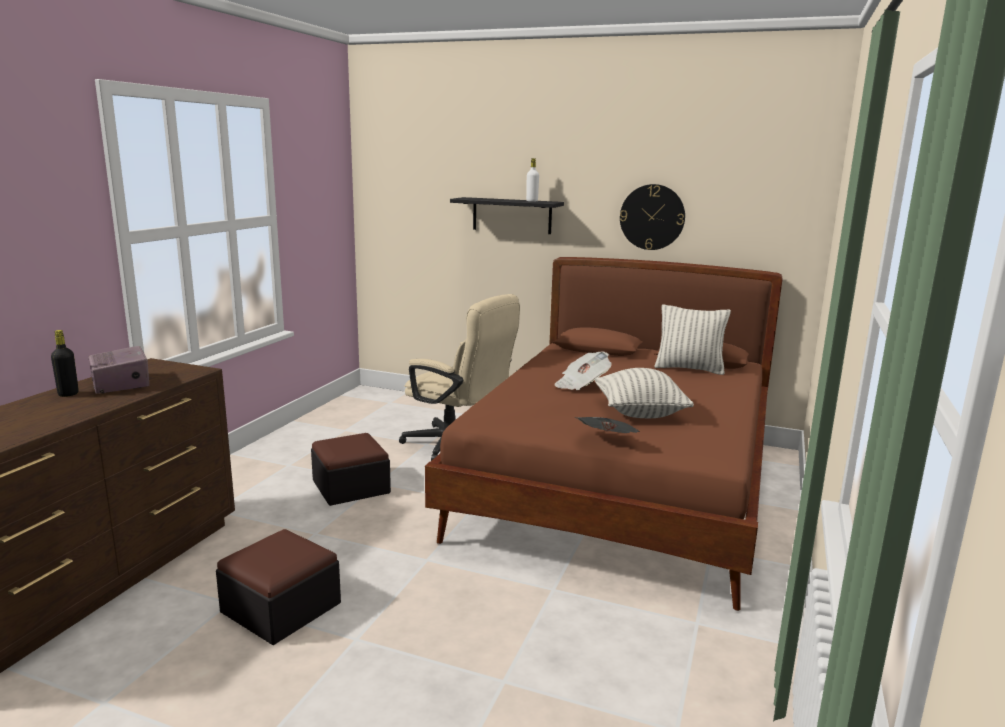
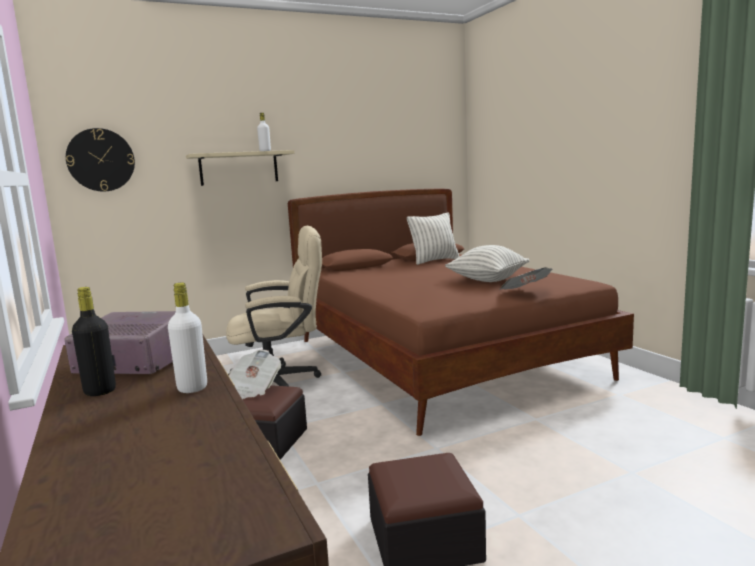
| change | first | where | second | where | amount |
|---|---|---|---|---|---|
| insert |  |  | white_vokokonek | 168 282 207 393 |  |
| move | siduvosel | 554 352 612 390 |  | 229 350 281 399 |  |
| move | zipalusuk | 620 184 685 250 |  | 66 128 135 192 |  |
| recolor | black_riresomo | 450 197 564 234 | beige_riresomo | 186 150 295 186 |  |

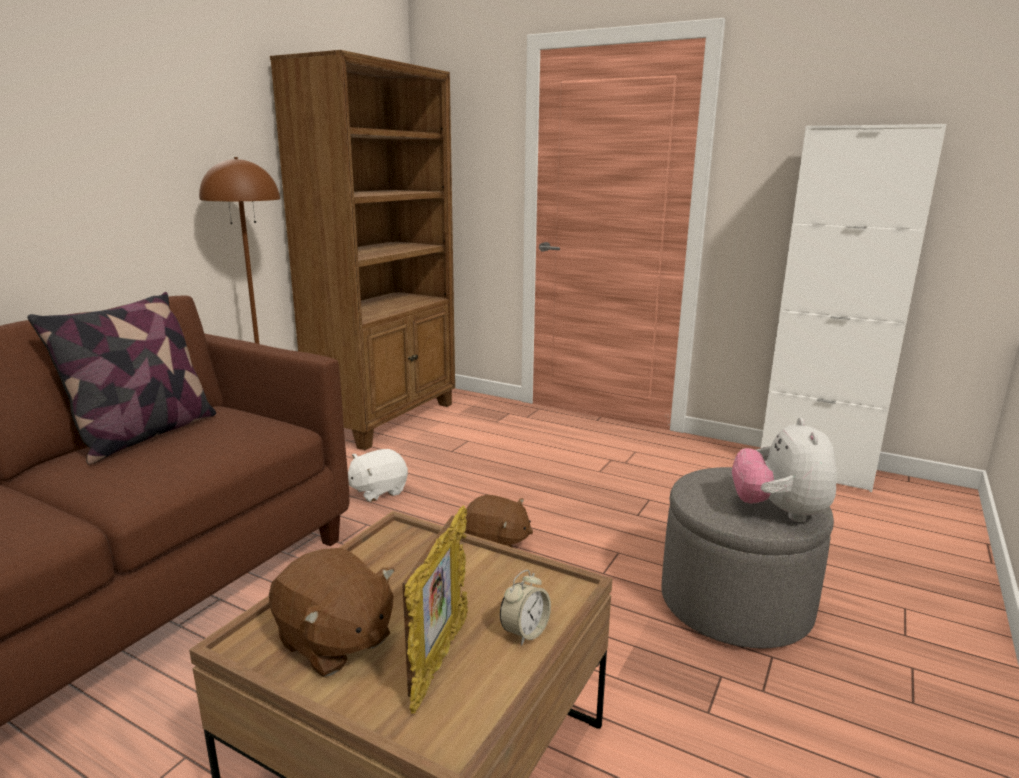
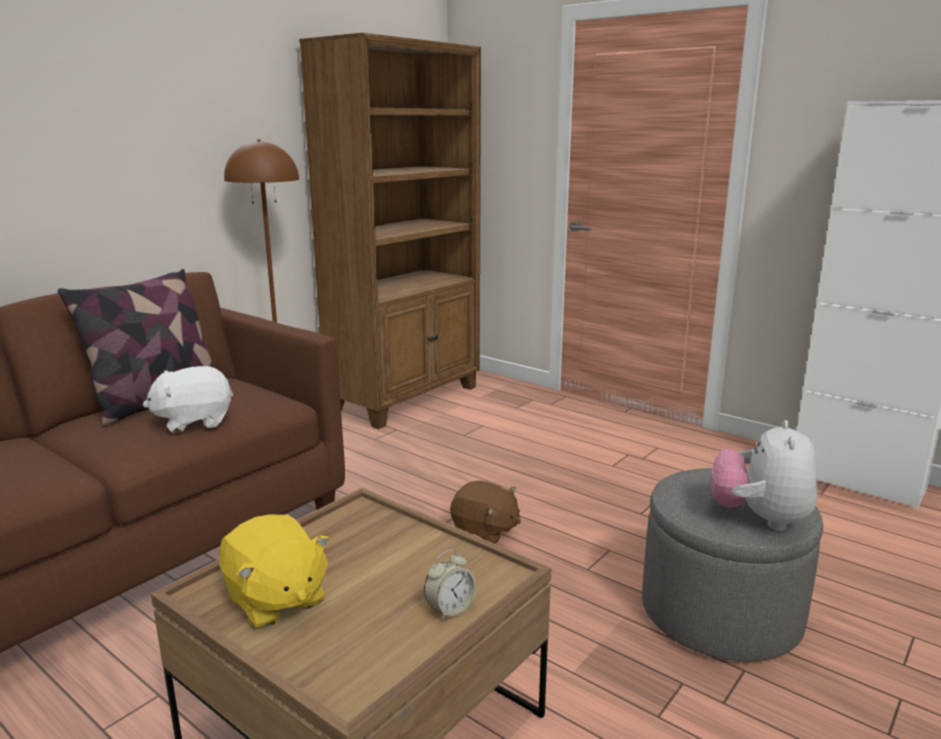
| change | first | where | second | where | amount |
|---|---|---|---|---|---|
| delete | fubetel | 402 505 468 713 |  |  |  |
| move | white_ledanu | 348 449 408 502 |  | 143 366 233 433 |  |
| recolor | brown_ledanu | 269 548 395 677 | yellow_ledanu | 219 514 330 629 |  |

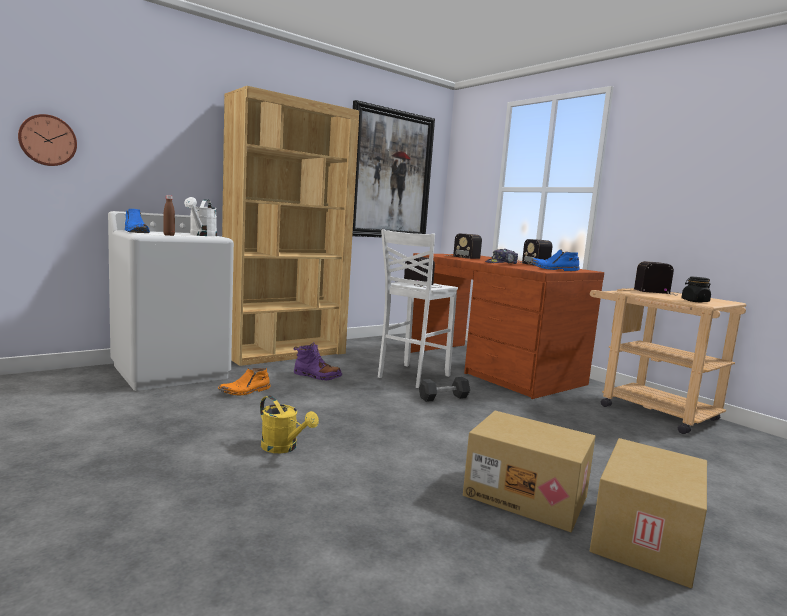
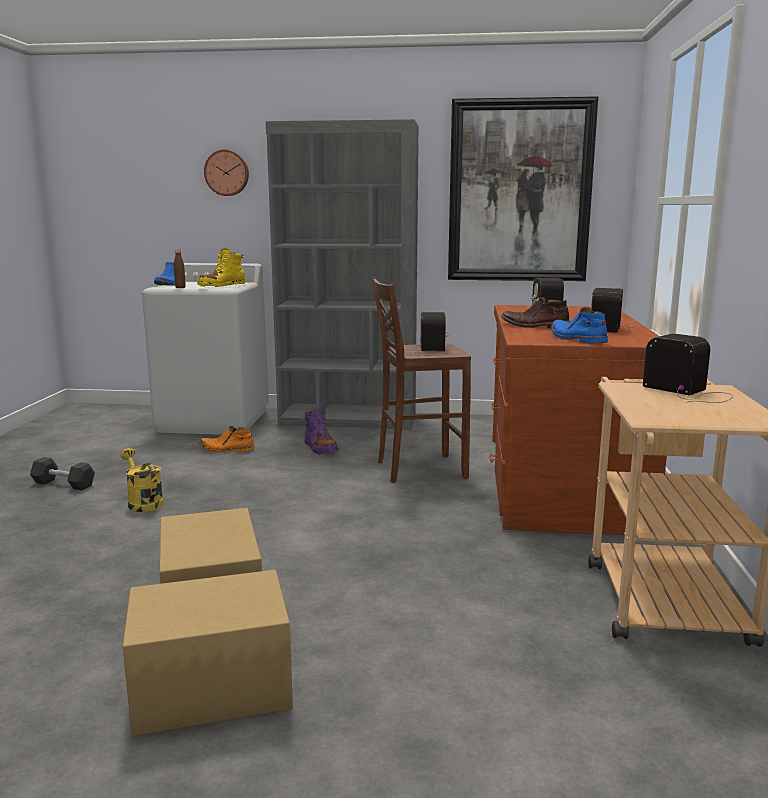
| change | first | where | second | where | amount |
|---|---|---|---|---|---|
| delete | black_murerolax | 681 277 711 303 |  |  |  |
| move | zipalusuk | 18 114 77 166 |  | 204 149 249 196 |  |
| move | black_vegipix | 419 377 470 402 |  | 30 457 95 490 |  |
| replace | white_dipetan | 184 197 217 236 | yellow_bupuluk | 197 248 245 287 |  |
| replace | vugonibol | 485 249 518 264 | brown_bupuluk | 501 297 570 328 |  |
| recolor | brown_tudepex | 222 86 359 366 | grey_tudepex | 266 119 419 430 |  |
| recolor | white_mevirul | 378 229 458 388 | brown_mevirul | 372 277 471 483 |  |
| rotate | yellow_dipetan | 260 396 319 453 |  | 121 448 164 512 | 150 degrees clockwise |

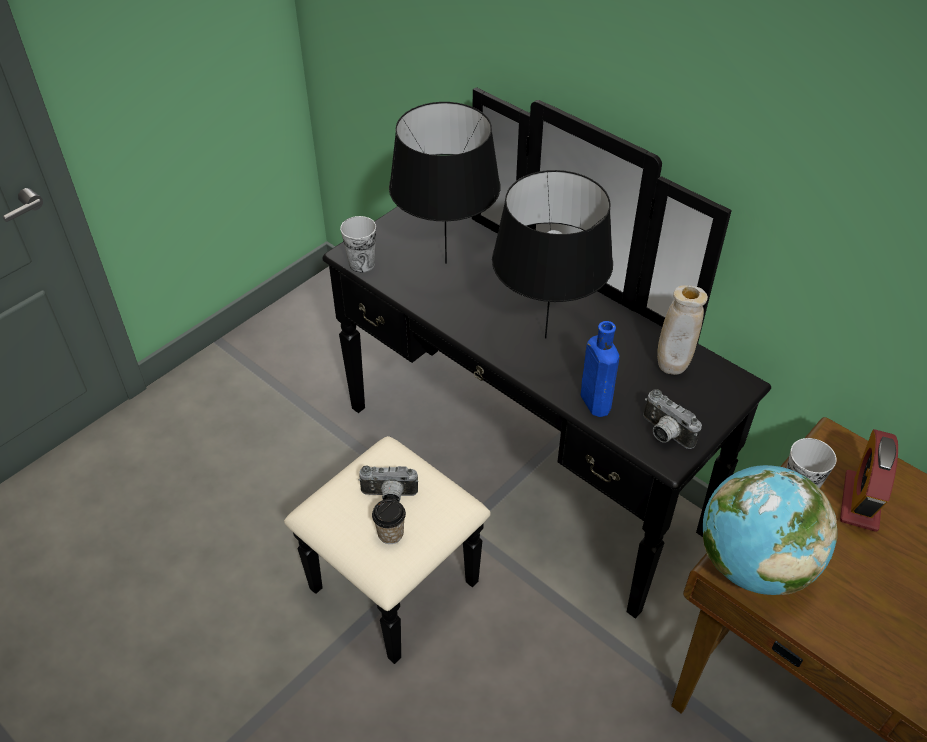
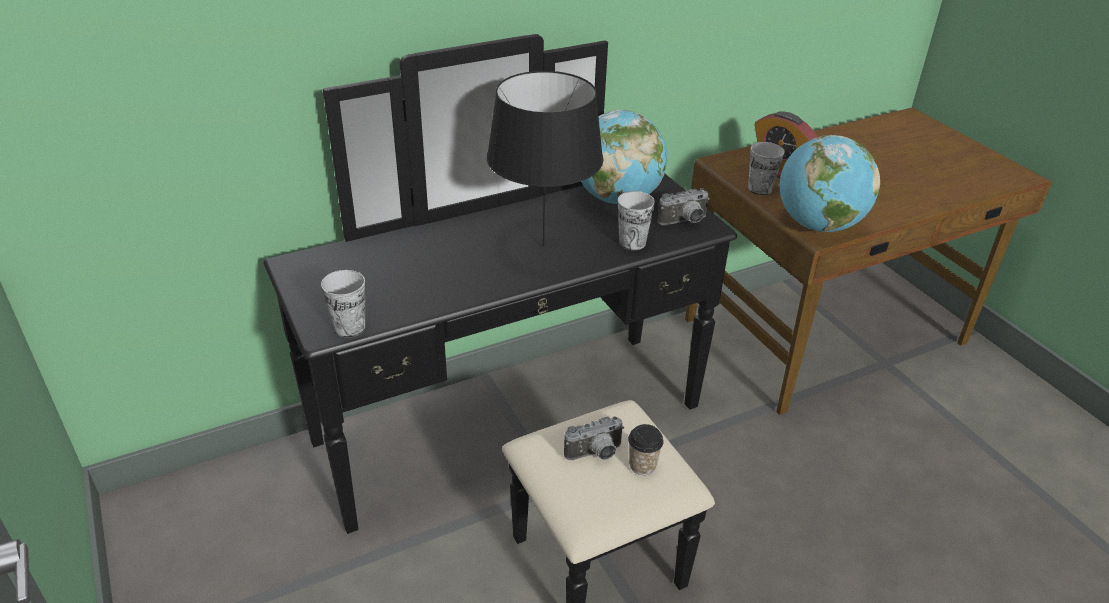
| change | first | where | second | where | amount |
|---|---|---|---|---|---|
| delete | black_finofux | 389 102 500 264 |  |  |  |
| replace | blue_vokokonek | 581 321 620 417 | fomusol | 618 191 655 250 |  |
| replace | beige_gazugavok | 657 285 708 375 | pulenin | 581 110 667 204 |  |
| rotate | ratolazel | 358 465 418 502 |  | 564 416 624 460 | 45 degrees clockwise |

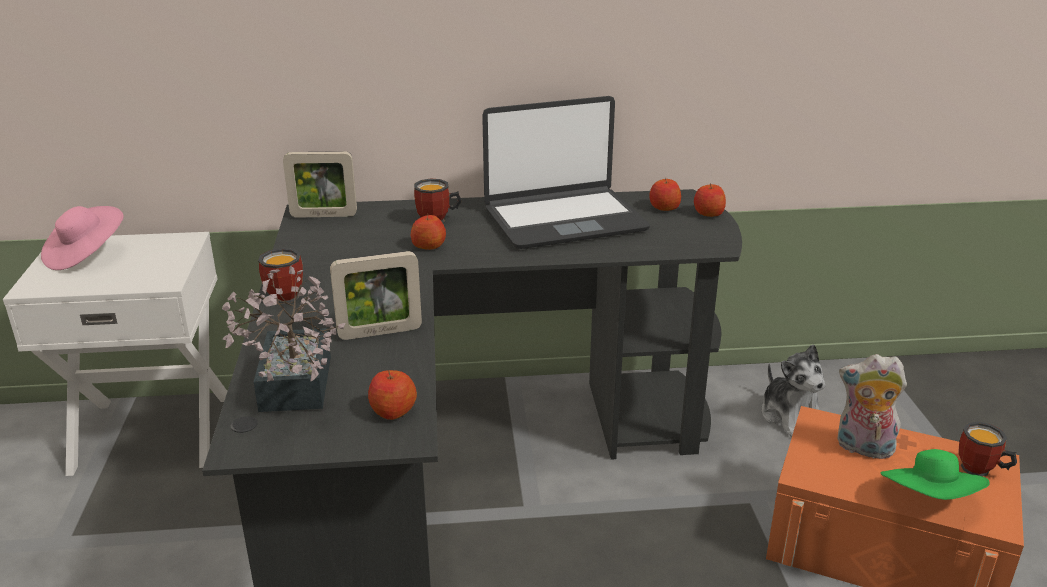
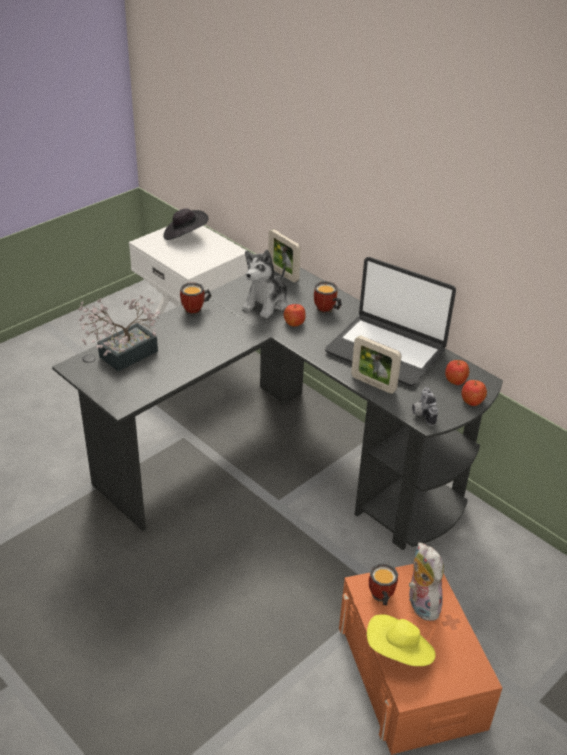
| change | first | where | second | where | amount |
|---|---|---|---|---|---|
| delete | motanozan | 368 370 417 420 |  |  |  |
| insert |  |  | ratolazel | 412 387 438 426 |  |
| move | fubetel | 330 251 422 340 |  | 351 335 402 394 |  |
| move | ledanu | 761 344 825 437 |  | 242 250 288 319 |  |
| move | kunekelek | 958 422 1017 477 |  | 369 563 398 605 |  |
| recolor | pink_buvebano | 41 206 124 270 | black_buvebano | 163 208 208 240 |  |
| recolor | green_buvebano | 880 449 990 500 | yellow_buvebano | 367 614 436 666 |  |

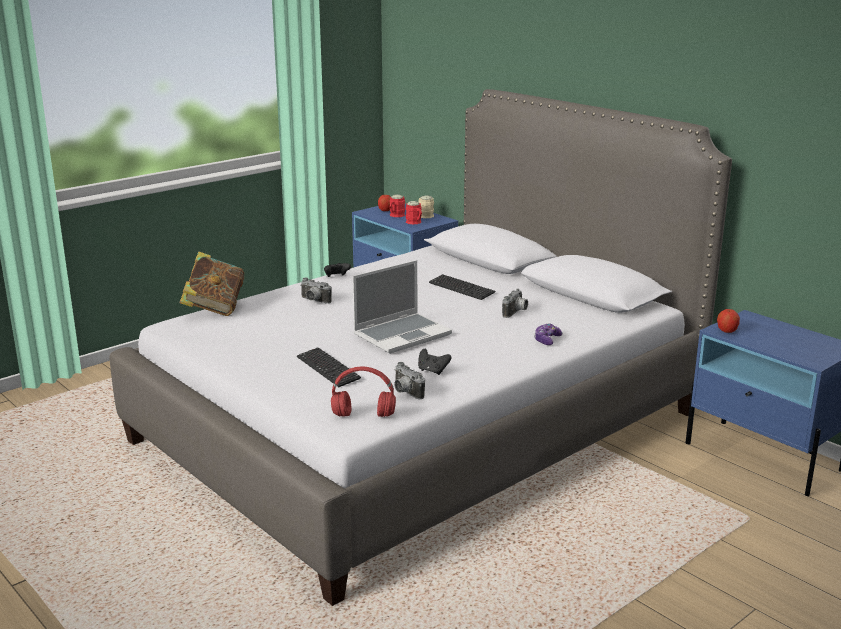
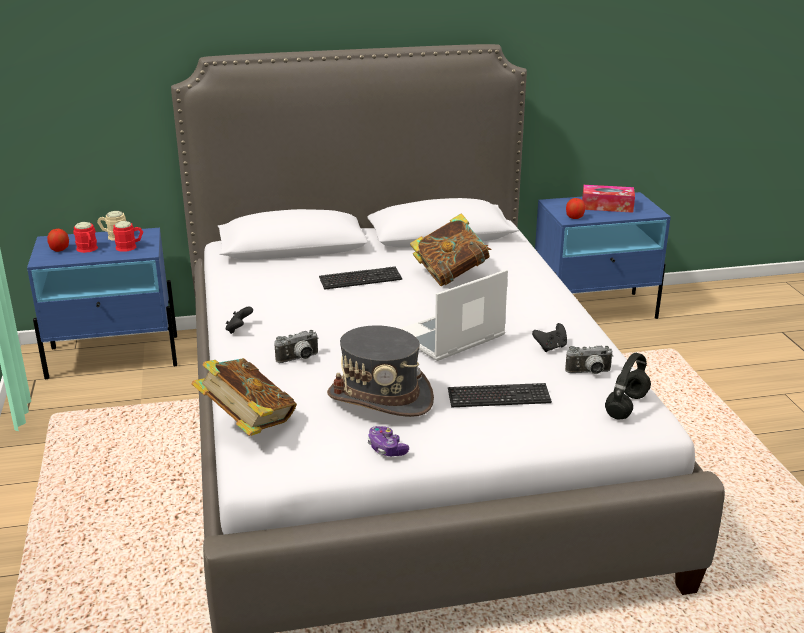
| change | first | where | second | where | amount |
|---|---|---|---|---|---|
| insert |  |  | grey_buvebano | 327 325 434 417 |  |
| insert |  |  | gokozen | 582 185 635 213 |  |
| move | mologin | 534 323 562 345 |  | 367 426 409 456 |  |
| replace | ratolazel | 502 289 528 318 | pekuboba | 410 213 492 286 |  |
| recolor | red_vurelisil | 331 367 396 417 | black_vurelisil | 605 353 651 419 |  |
| rotate | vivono | 353 260 452 354 |  | 400 269 508 361 | 120 degrees counterclockwise |

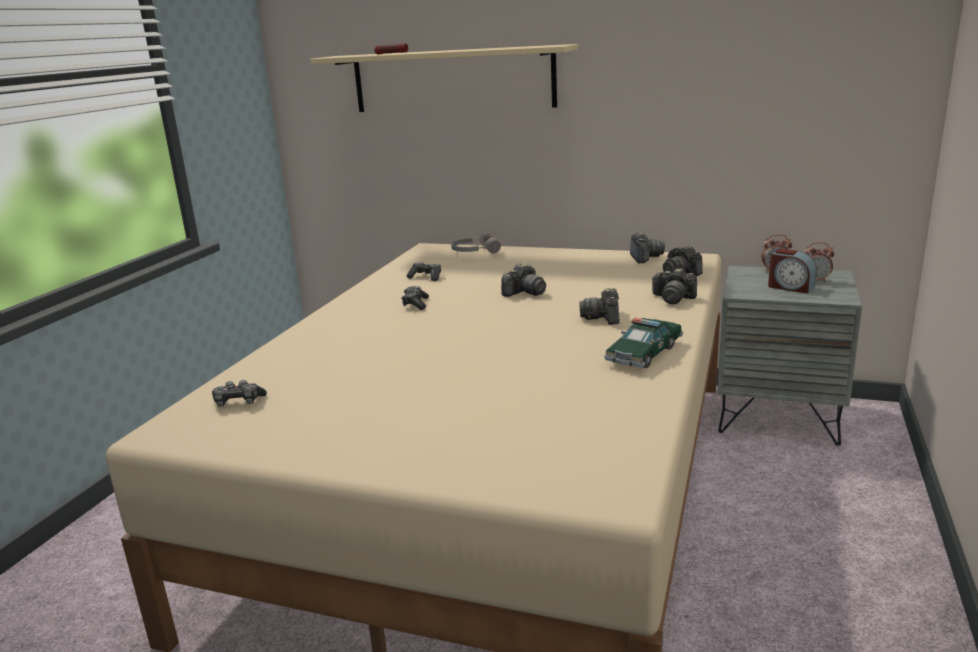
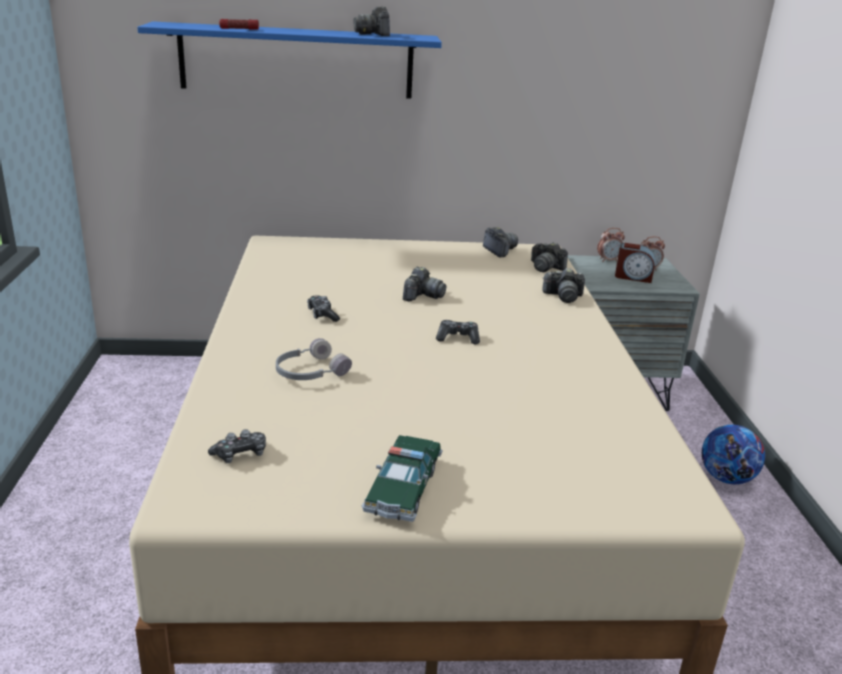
| change | first | where | second | where | amount |
|---|---|---|---|---|---|
| insert |  |  | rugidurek | 702 425 765 484 |  |
| move | mologin | 406 263 441 281 |  | 436 320 480 344 |  |
| move | grey_vurelisil | 451 232 501 253 |  | 276 338 352 380 |  |
| move | ratolazel | 579 288 620 325 |  | 354 6 390 36 |  |
| move | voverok | 604 318 683 368 |  | 362 435 443 522 |  |
| recolor | beige_riresomo | 310 44 578 112 | blue_riresomo | 137 21 442 99 |  |

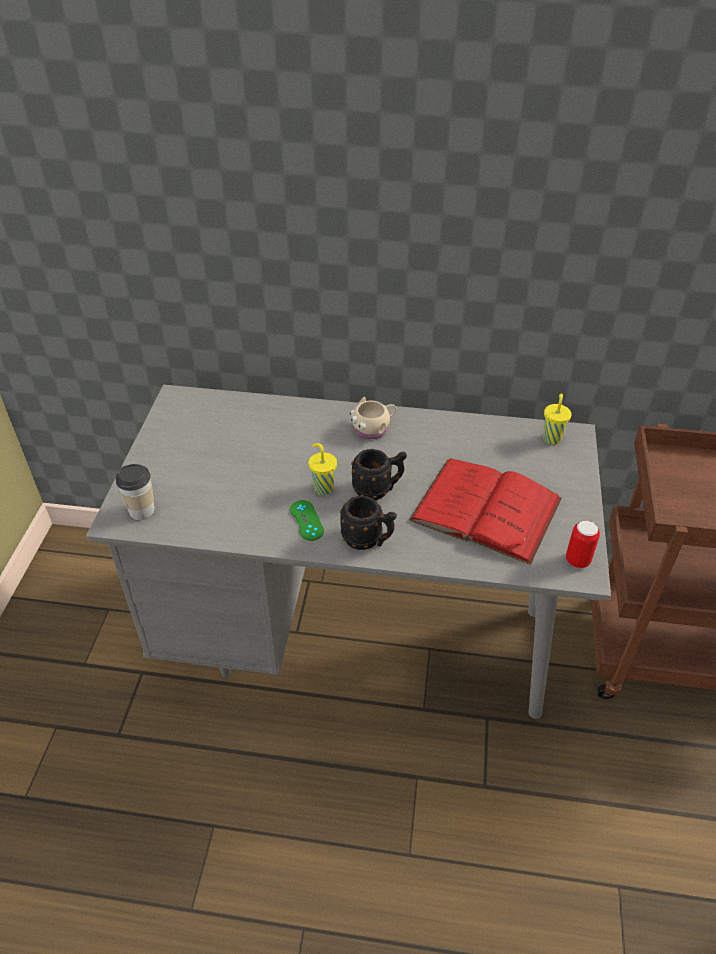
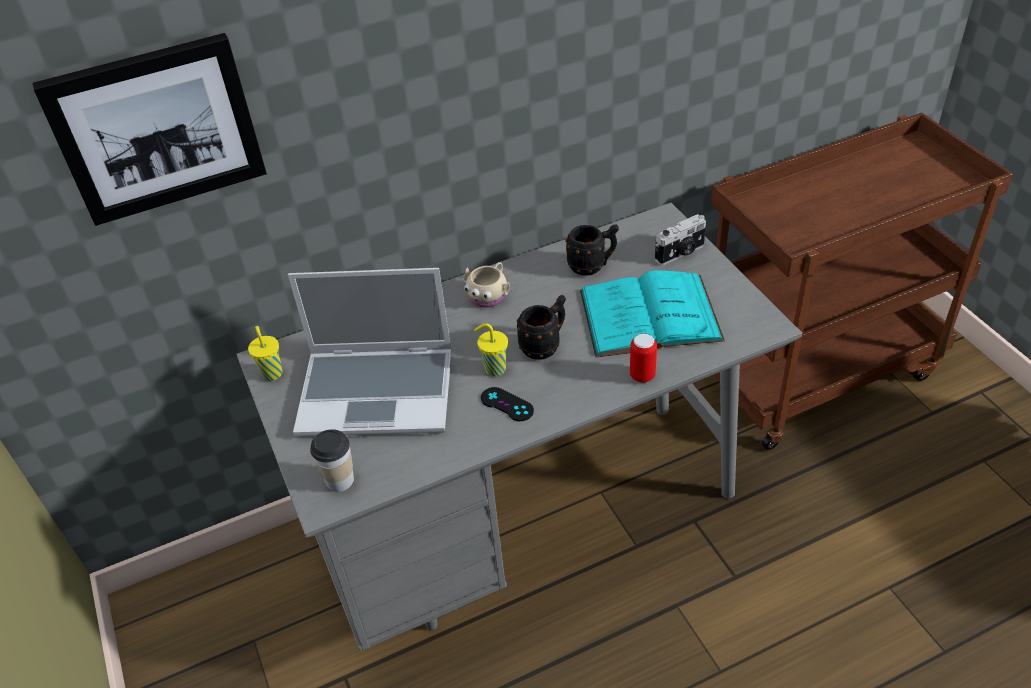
| change | first | where | second | where | amount |
|---|---|---|---|---|---|
| insert |  |  | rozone | 32 33 267 226 |  |
| insert |  |  | vivono | 288 268 452 437 |  |
| insert |  |  | ratolazel | 655 214 706 265 |  |
| move | black_kunekelek | 340 495 397 550 |  | 565 224 619 276 |  |
| move | yellow_fomusol | 543 393 572 445 |  | 248 326 283 381 |  |
| move | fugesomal | 566 520 600 568 |  | 630 333 657 383 |  |
| recolor | green_mologin | 290 500 324 541 | black_mologin | 481 387 534 421 |  |
| recolor | red_pekuboba | 409 458 562 565 | turquoise_pekuboba | 580 270 725 358 |  |

